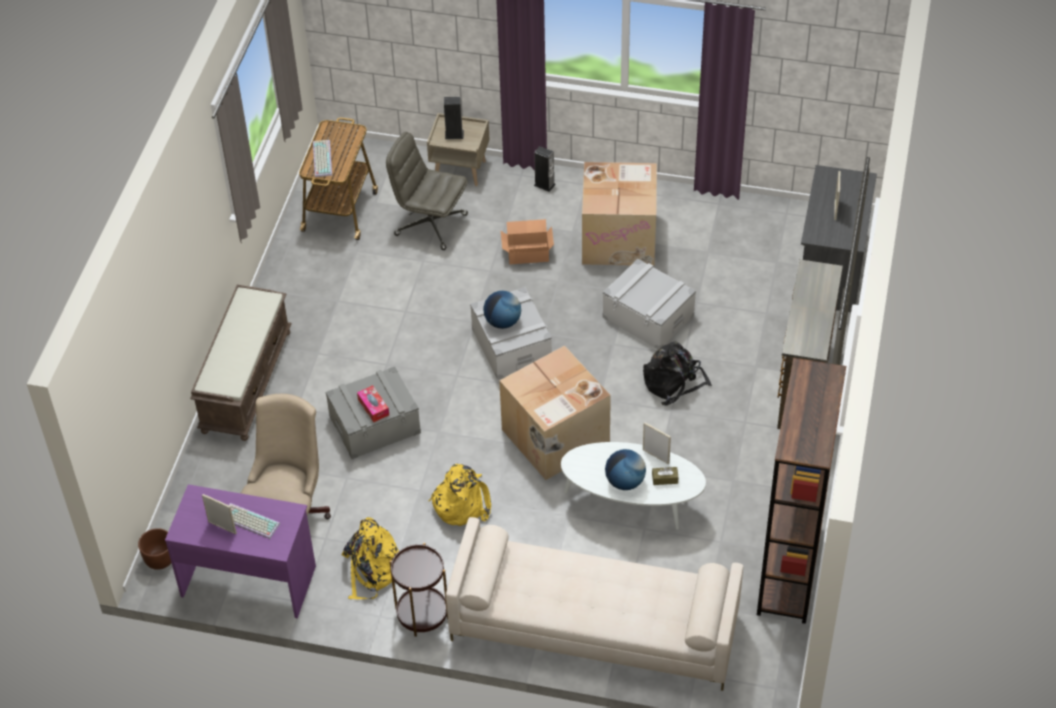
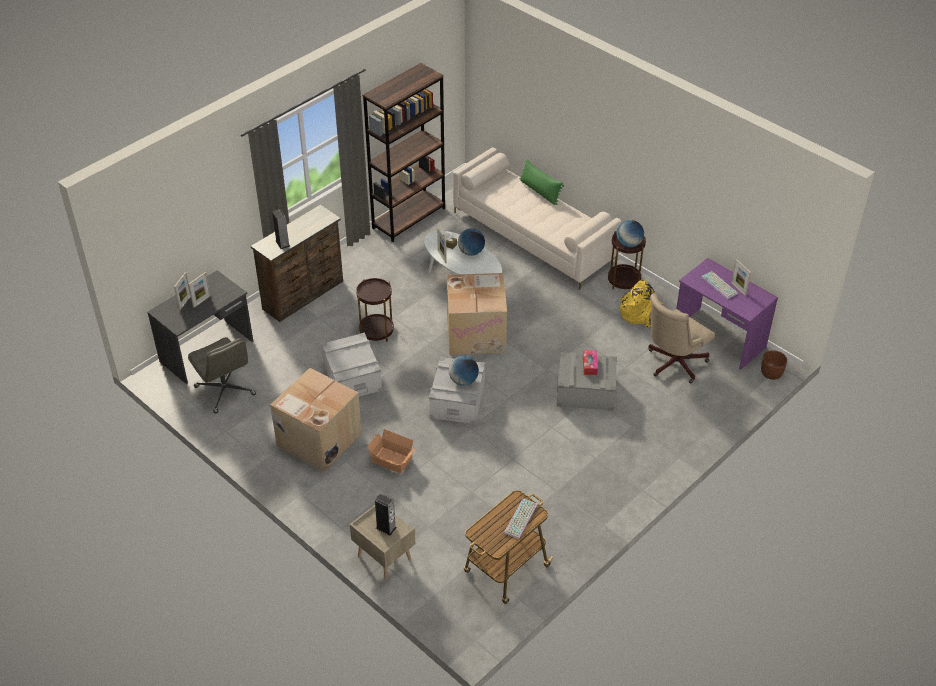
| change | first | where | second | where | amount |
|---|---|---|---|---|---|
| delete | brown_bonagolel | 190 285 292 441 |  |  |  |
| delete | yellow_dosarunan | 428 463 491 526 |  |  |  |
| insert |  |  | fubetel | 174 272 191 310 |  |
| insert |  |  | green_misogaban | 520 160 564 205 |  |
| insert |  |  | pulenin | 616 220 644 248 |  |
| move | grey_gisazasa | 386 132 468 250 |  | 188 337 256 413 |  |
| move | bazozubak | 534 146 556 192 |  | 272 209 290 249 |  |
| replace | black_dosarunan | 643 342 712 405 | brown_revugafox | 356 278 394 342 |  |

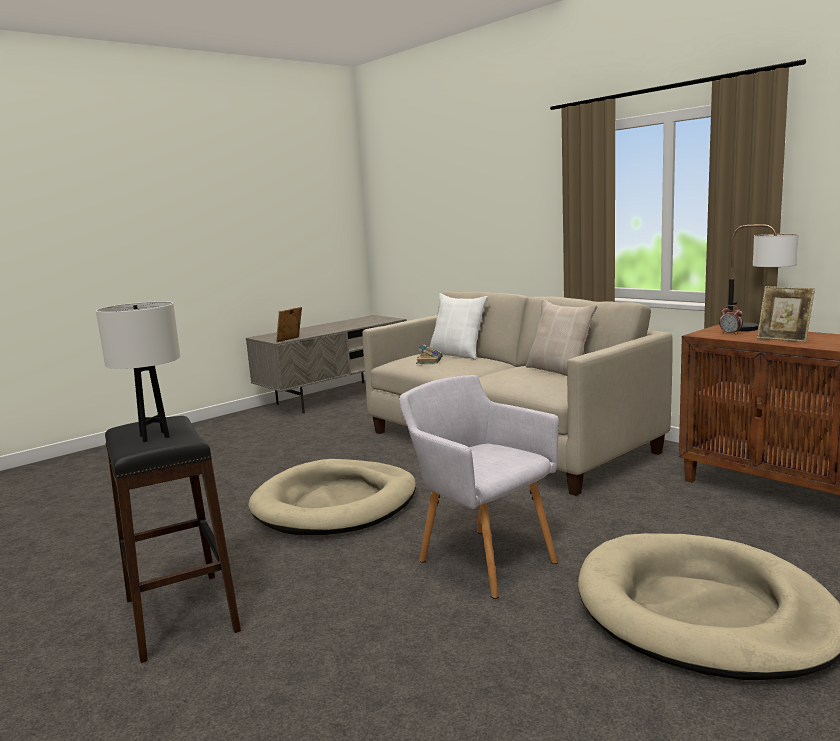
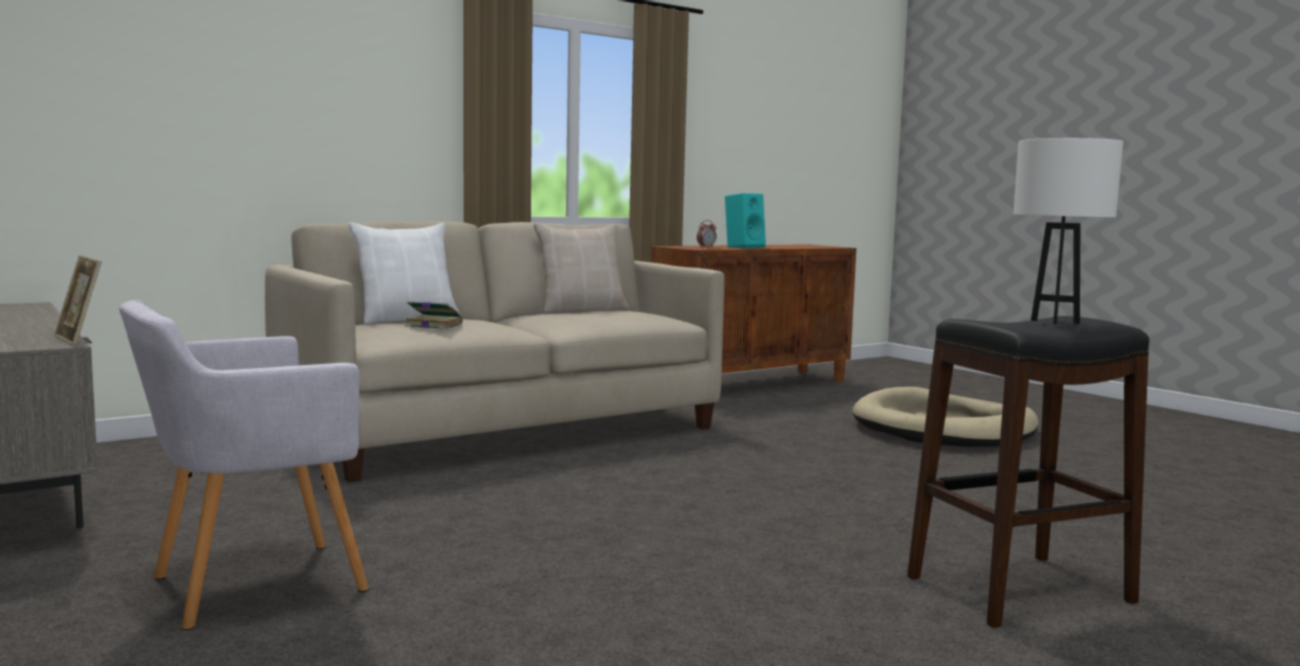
| change | first | where | second | where | amount |
|---|---|---|---|---|---|
| delete | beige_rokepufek | 248 459 416 535 |  |  |  |
| delete | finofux | 728 224 798 331 |  |  |  |
| move | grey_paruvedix | 399 375 559 599 |  | 119 300 369 630 |  |
| replace | fubetel | 757 286 815 342 | turquoise_bazozubak | 725 193 766 248 |  |

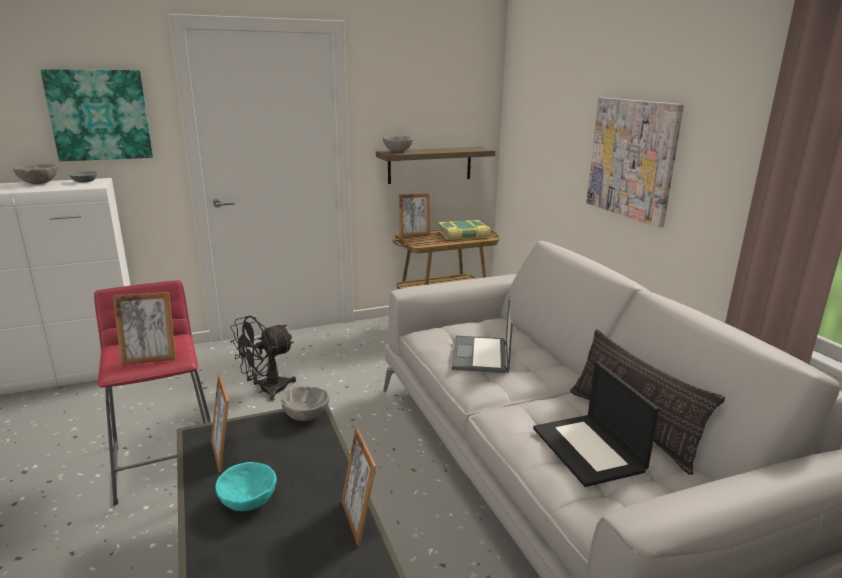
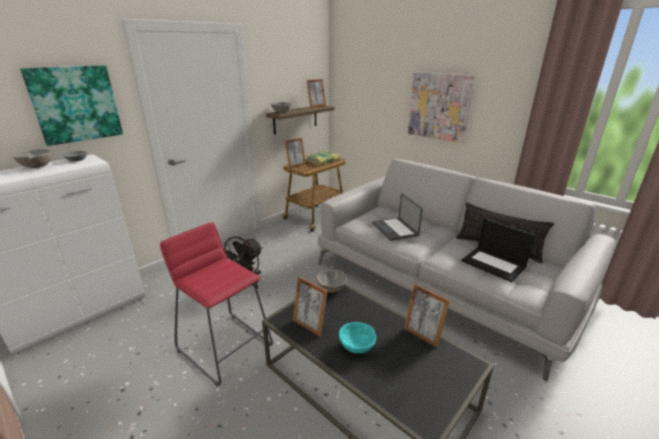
| change | first | where | second | where | amount |
|---|---|---|---|---|---|
| move | fubetel | 113 292 176 365 |  | 307 79 326 108 |  |

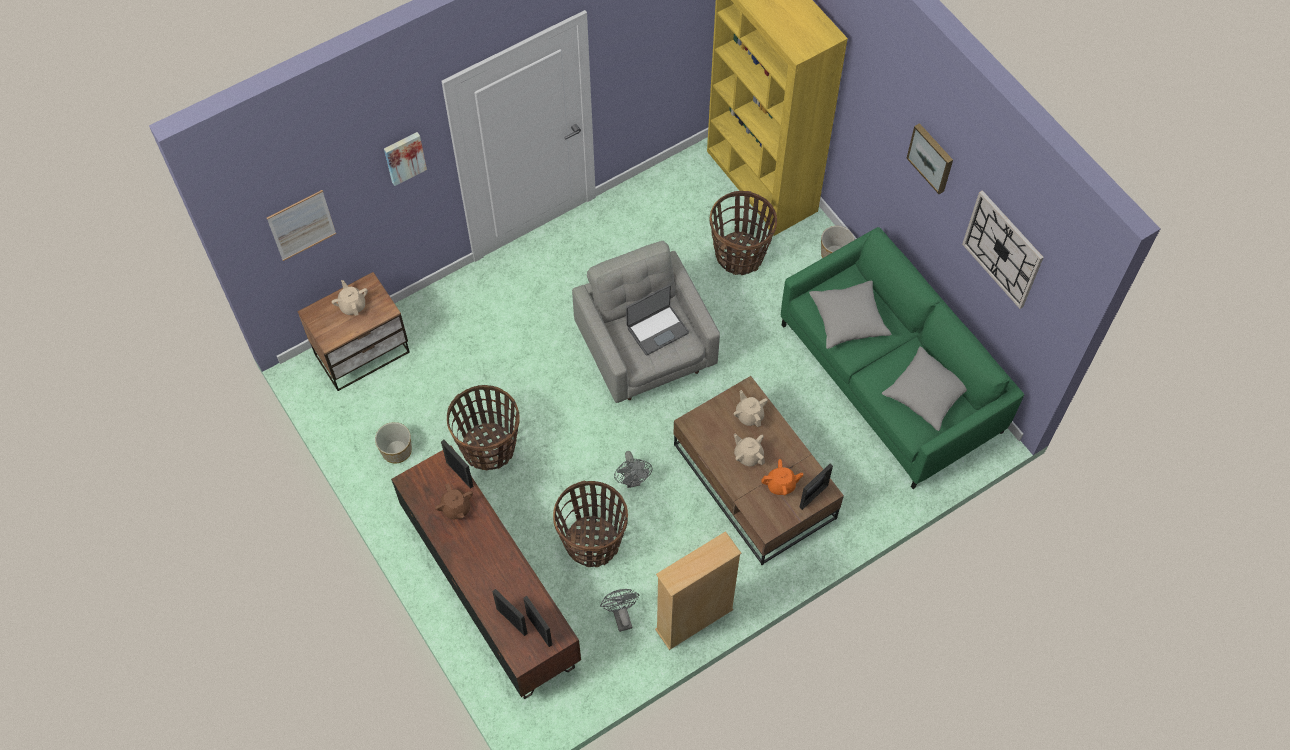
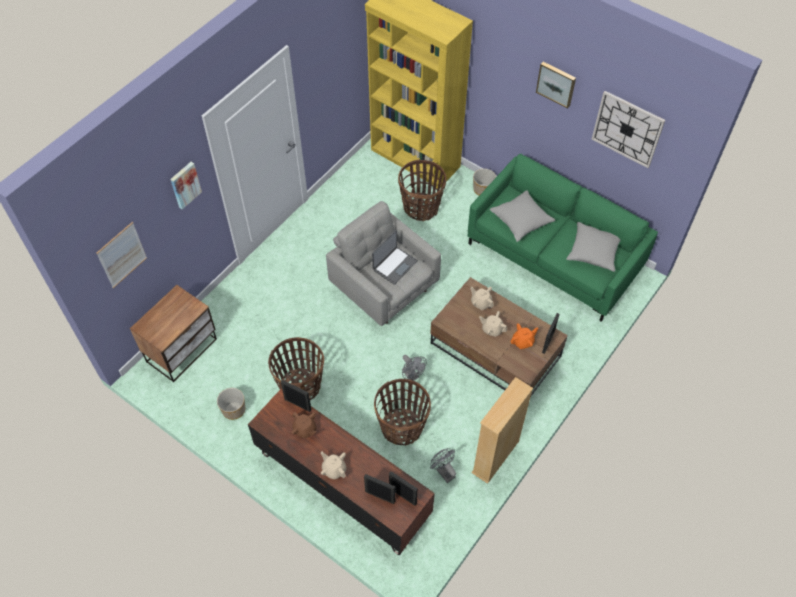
| change | first | where | second | where | amount |
|---|---|---|---|---|---|
| move | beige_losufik | 332 280 368 316 |  | 321 451 346 479 |  |

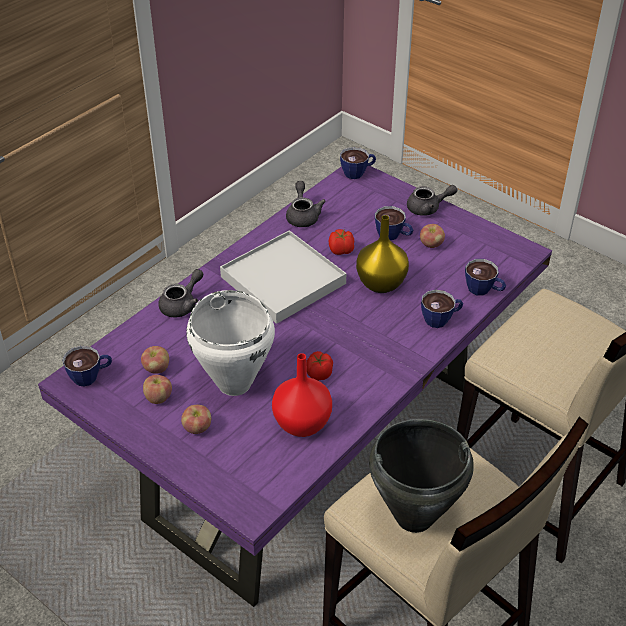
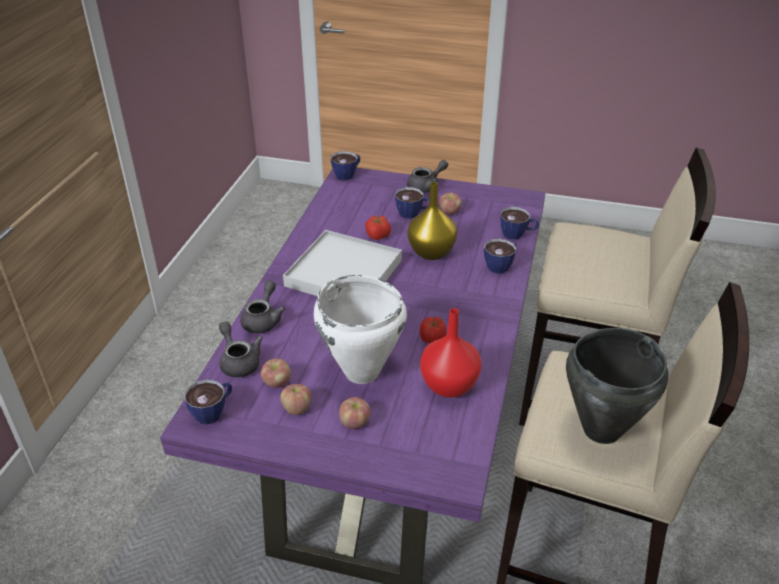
| change | first | where | second | where | amount |
|---|---|---|---|---|---|
| move | grey_losufik | 286 181 326 227 |  | 219 322 263 378 |  |

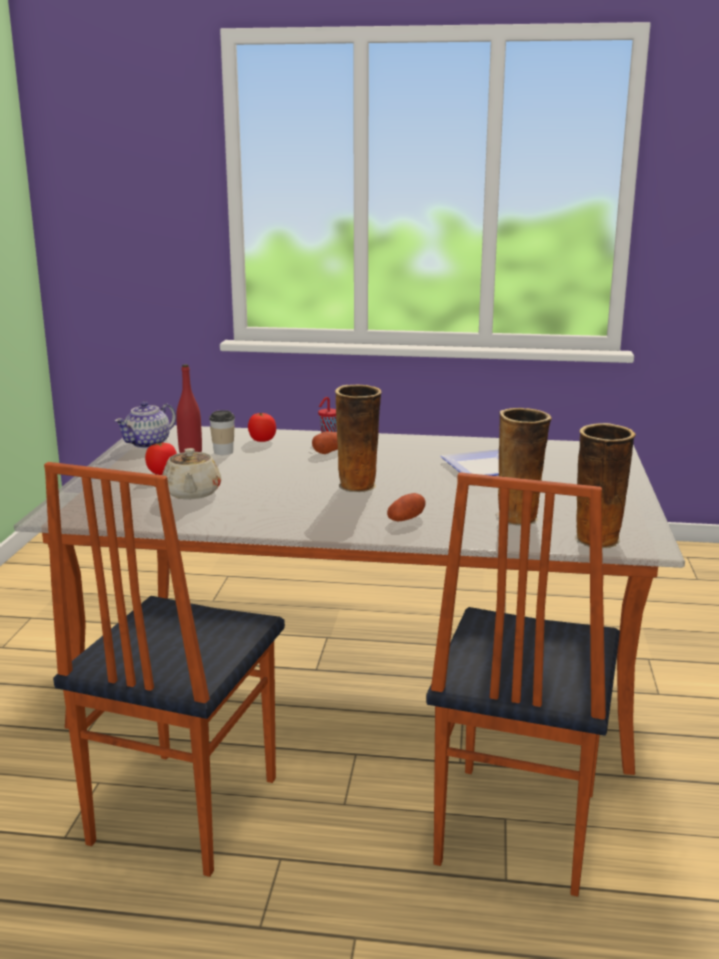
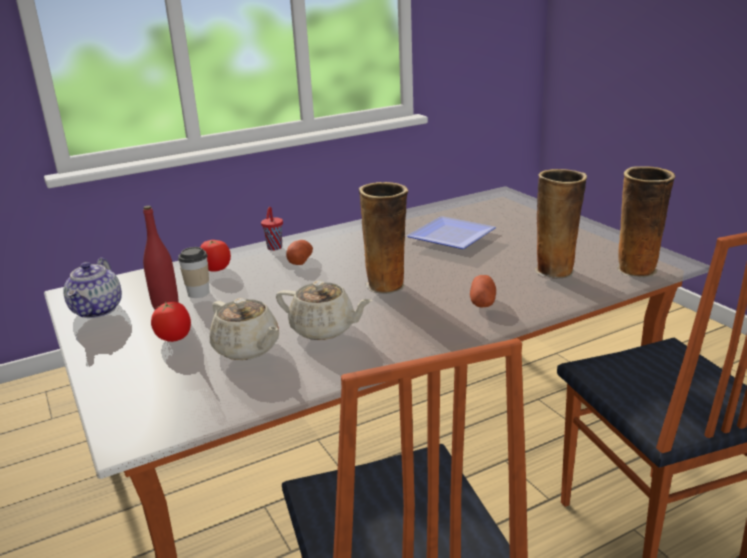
| change | first | where | second | where | amount |
|---|---|---|---|---|---|
| insert |  |  | beige_losufik | 276 281 373 340 |  |

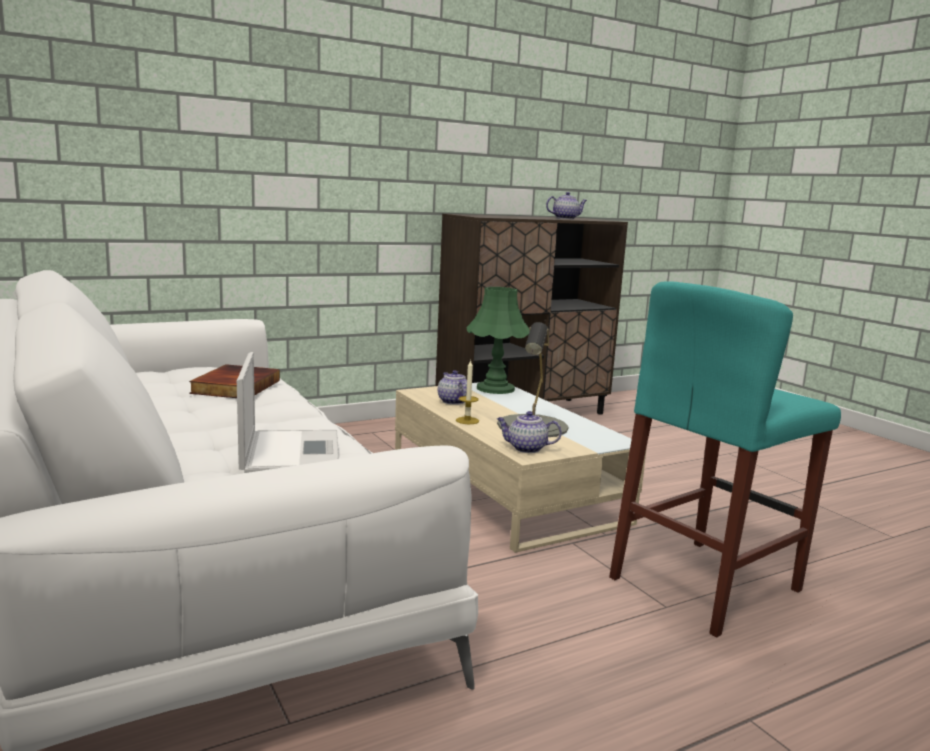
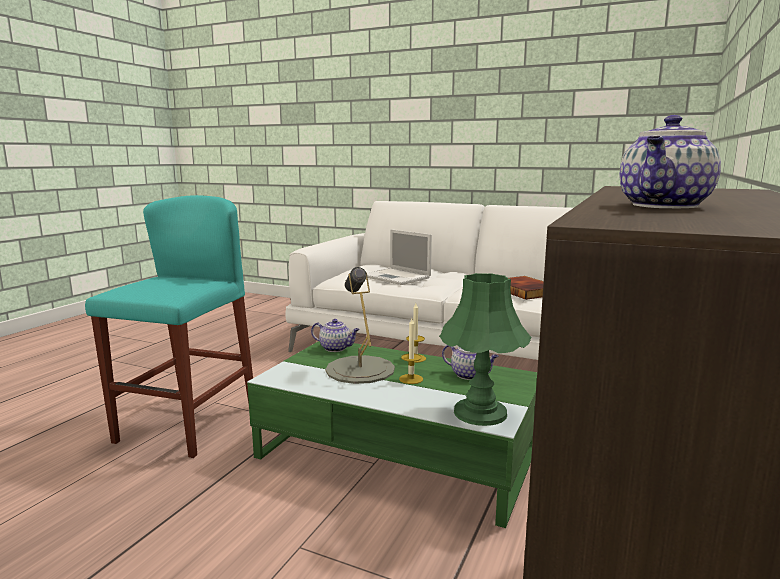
| change | first | where | second | where | amount |
|---|---|---|---|---|---|
| insert |  |  | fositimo | 399 318 423 384 |  |
| recolor | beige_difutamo | 395 382 647 553 | green_difutamo | 247 341 537 528 |  |
| rotate | losufik | 497 411 562 453 |  | 311 319 360 352 | 45 degrees clockwise |

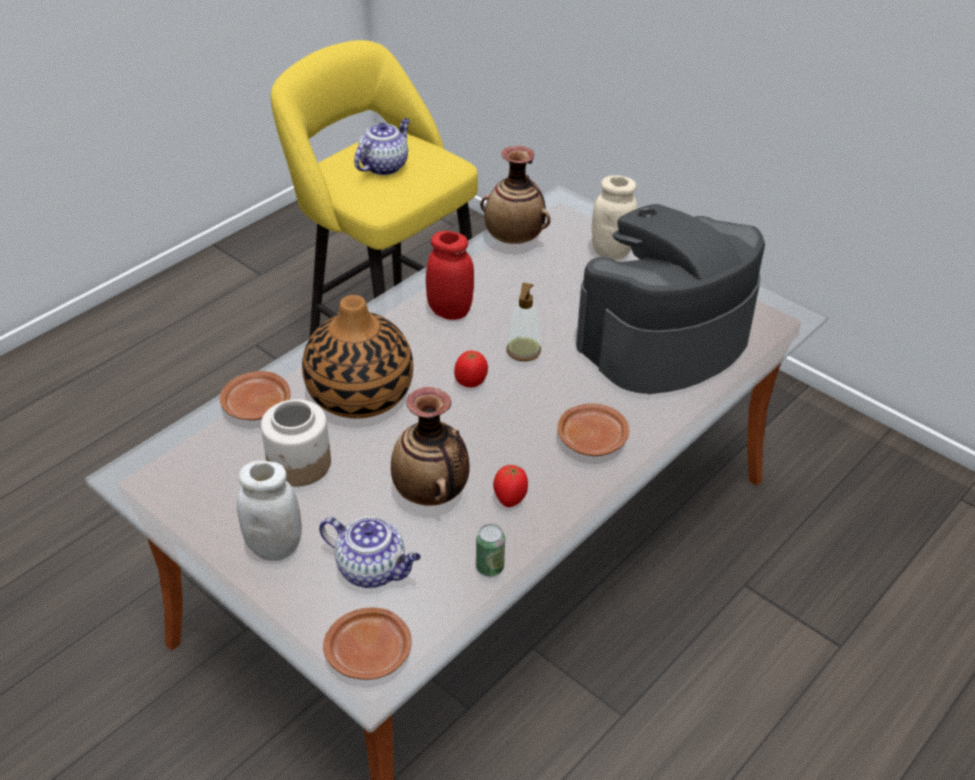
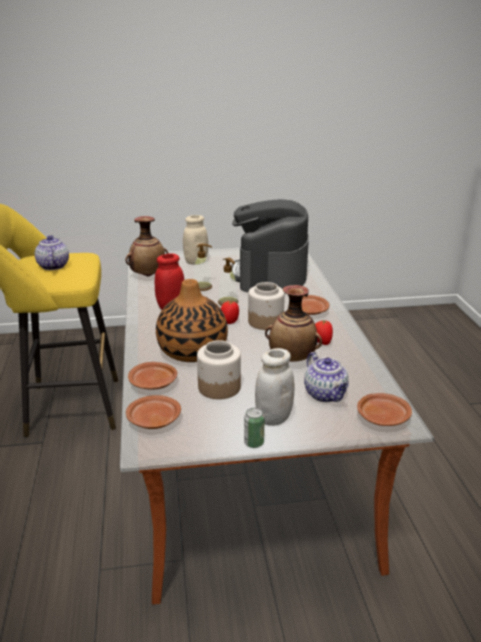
| change | first | where | second | where | amount |
|---|---|---|---|---|---|
| insert |  |  | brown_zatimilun | 126 395 181 429 |  |
| insert |  |  | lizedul | 193 243 212 291 |  |
| insert |  |  | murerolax | 248 282 285 330 |  |
| move | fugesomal | 476 524 505 577 |  | 244 408 265 448 |  |
| rotate | losufik | 319 517 421 588 |  | 304 352 349 402 | 90 degrees clockwise |

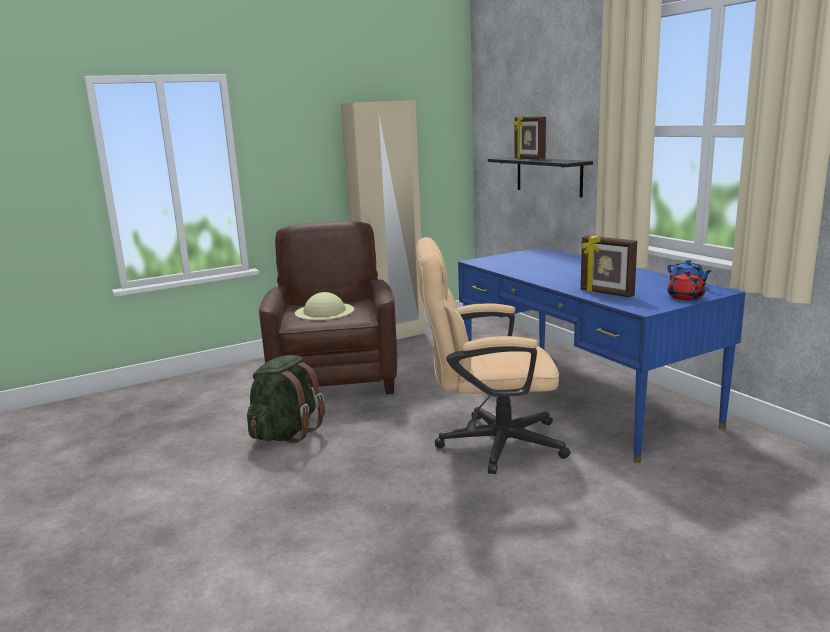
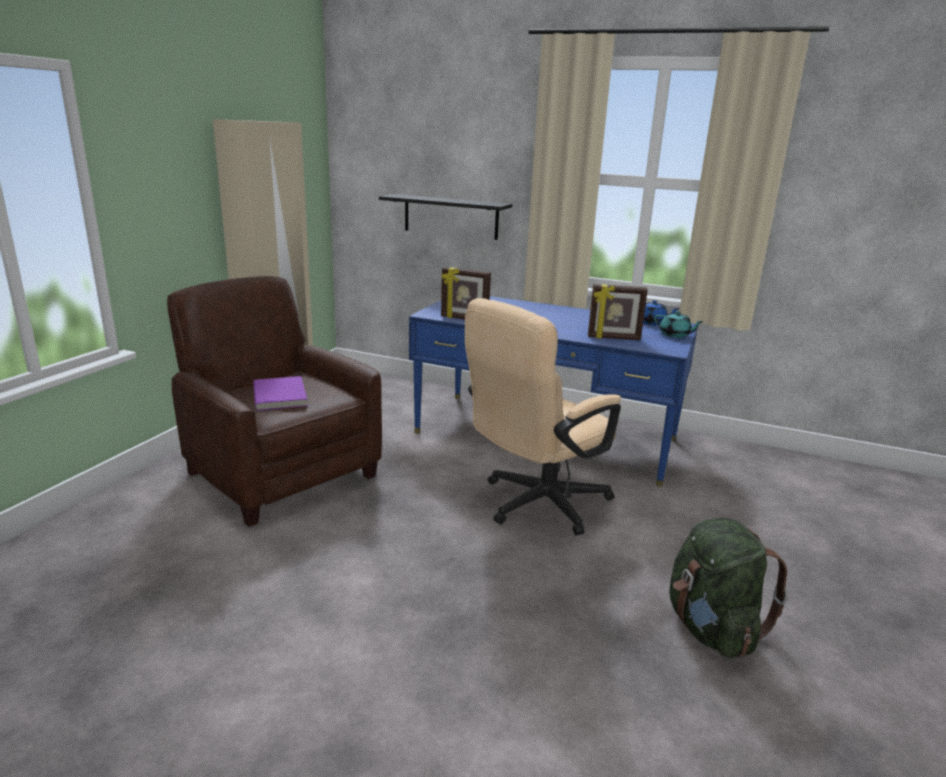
| change | first | where | second | where | amount |
|---|---|---|---|---|---|
| move | green_dosarunan | 247 355 325 443 |  | 669 517 788 658 |  |
| move | fubetel | 513 115 546 160 |  | 441 267 491 319 |  |
| replace | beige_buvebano | 295 292 354 320 | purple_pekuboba | 253 376 308 411 |  |
| recolor | red_losufik | 667 270 707 300 | turquoise_losufik | 654 311 704 338 |  |

